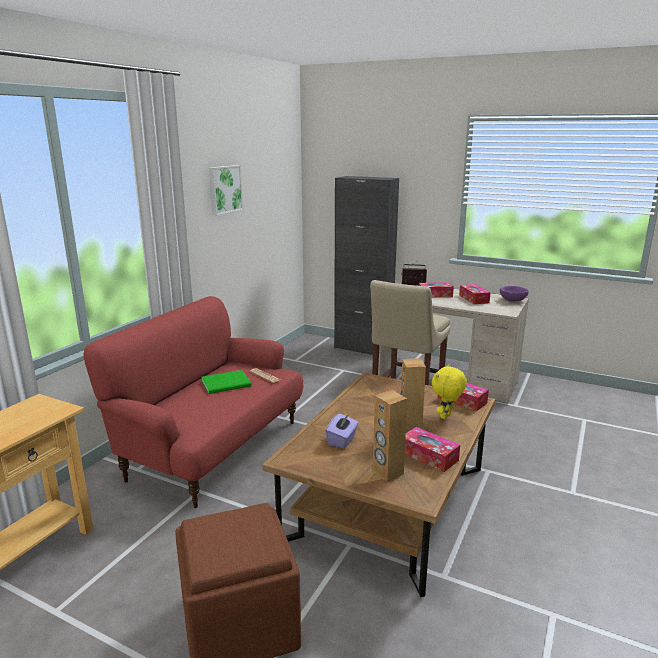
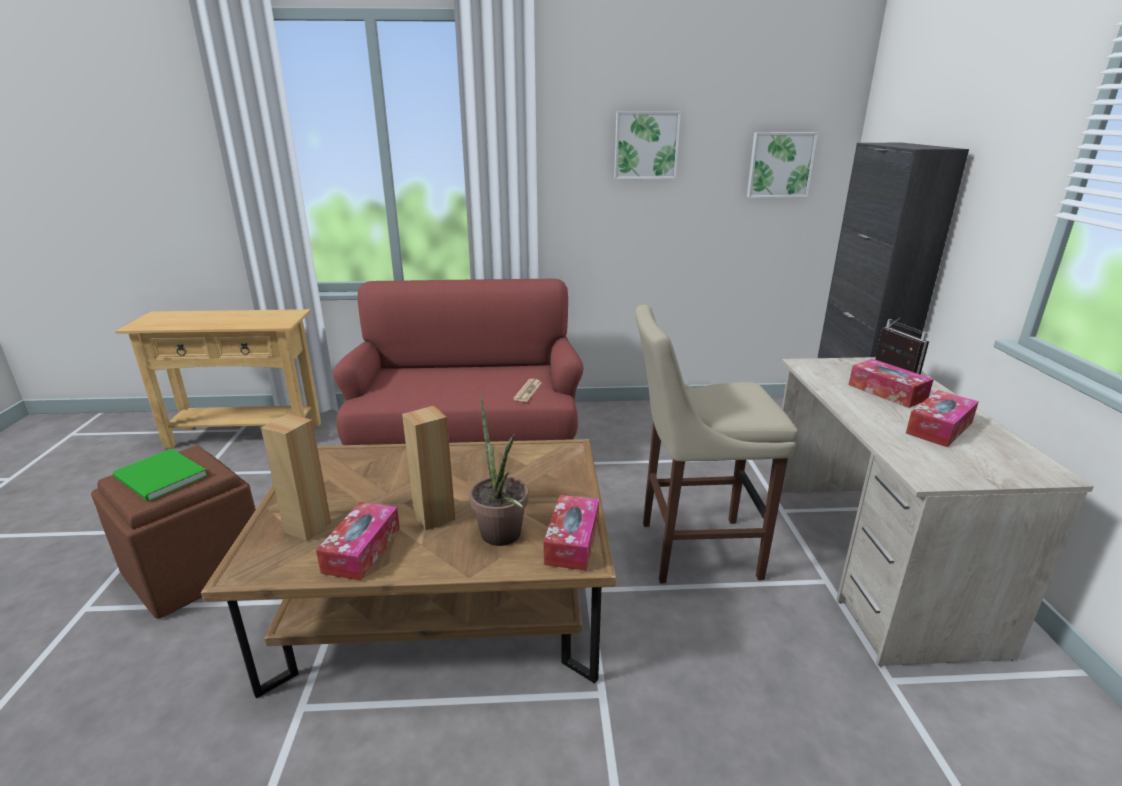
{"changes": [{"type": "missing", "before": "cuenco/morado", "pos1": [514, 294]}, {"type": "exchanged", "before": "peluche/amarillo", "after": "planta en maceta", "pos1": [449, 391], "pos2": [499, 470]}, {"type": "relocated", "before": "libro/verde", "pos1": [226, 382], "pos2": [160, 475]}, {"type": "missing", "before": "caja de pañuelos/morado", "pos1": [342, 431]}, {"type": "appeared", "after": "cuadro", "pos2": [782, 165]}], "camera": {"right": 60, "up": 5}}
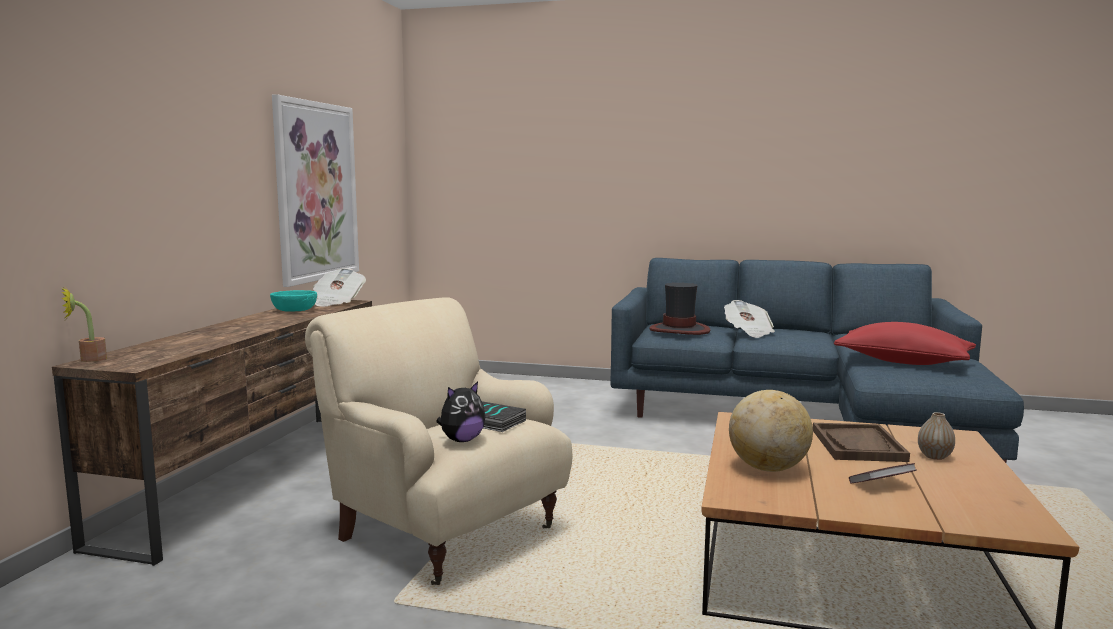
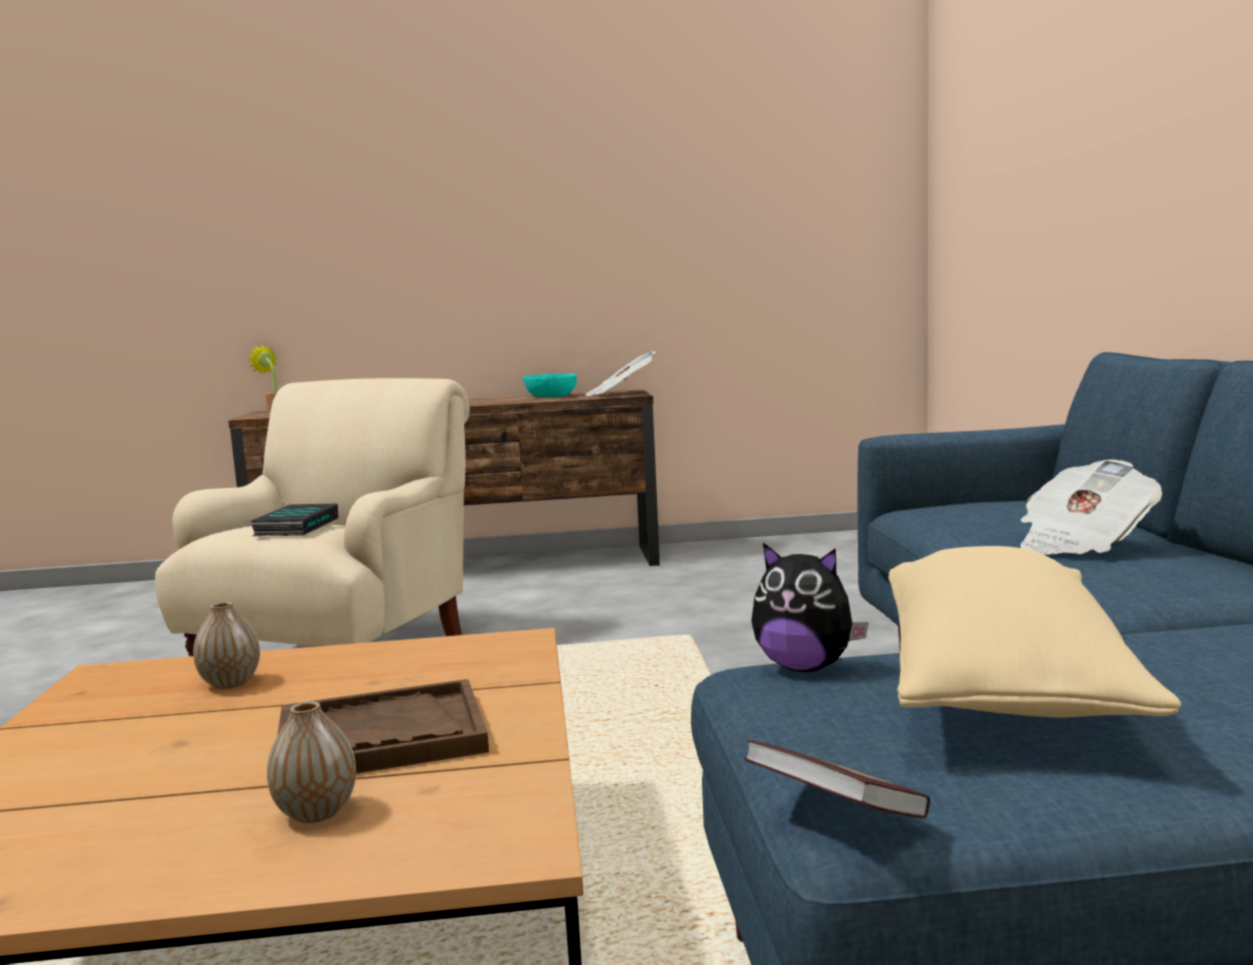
{"changes": [{"type": "missing", "before": "cuadro", "pos1": [315, 190]}, {"type": "missing", "before": "sombrero", "pos1": [680, 309]}, {"type": "colour", "before": "cojín/rojo", "after": "cojín/beis", "pos1": [905, 343], "pos2": [1034, 632]}, {"type": "relocated", "before": "peluche", "pos1": [460, 411], "pos2": [810, 607]}, {"type": "exchanged", "before": "globo terráqueo", "after": "florero", "pos1": [771, 431], "pos2": [226, 645]}, {"type": "relocated", "before": "libro", "pos1": [883, 473], "pos2": [837, 779]}], "camera": {"right": 70, "up": 0}}
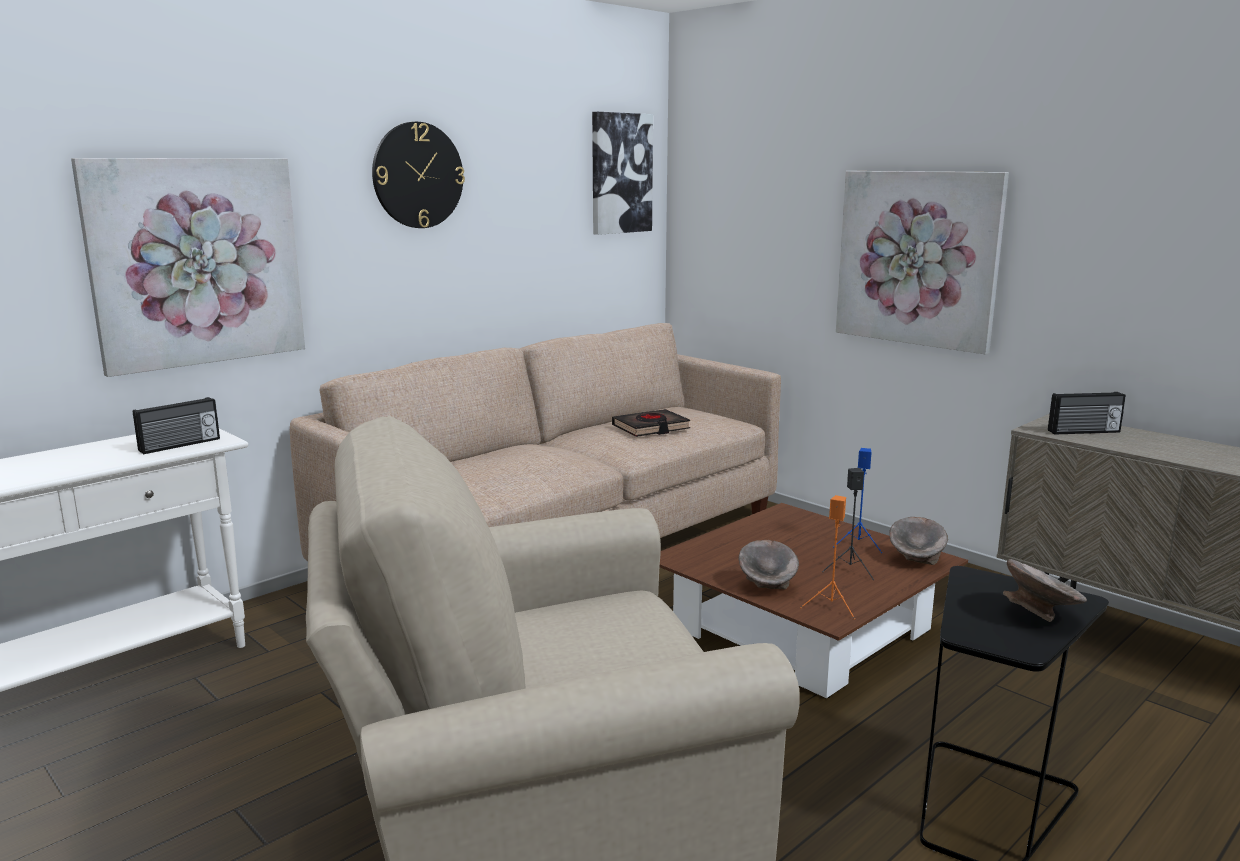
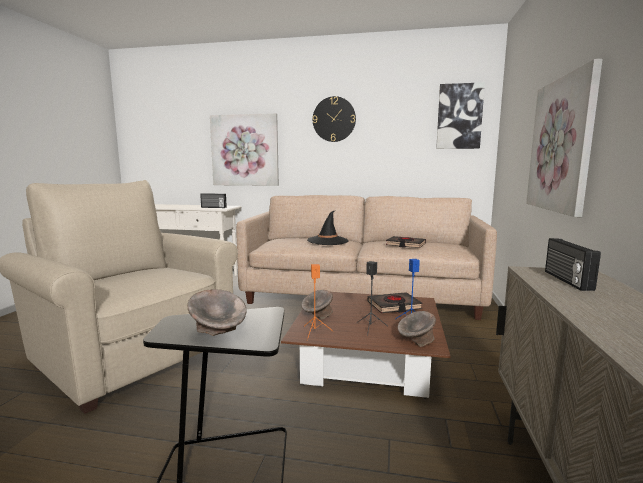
{"changes": [{"type": "spun", "before": "radio", "pos1": [1087, 413], "pos2": [573, 264], "turn": 45}, {"type": "appeared", "after": "sombrero/negro", "pos2": [327, 228]}, {"type": "appeared", "after": "libro/negro", "pos2": [395, 302]}], "camera": {"right": 55, "up": -5}}
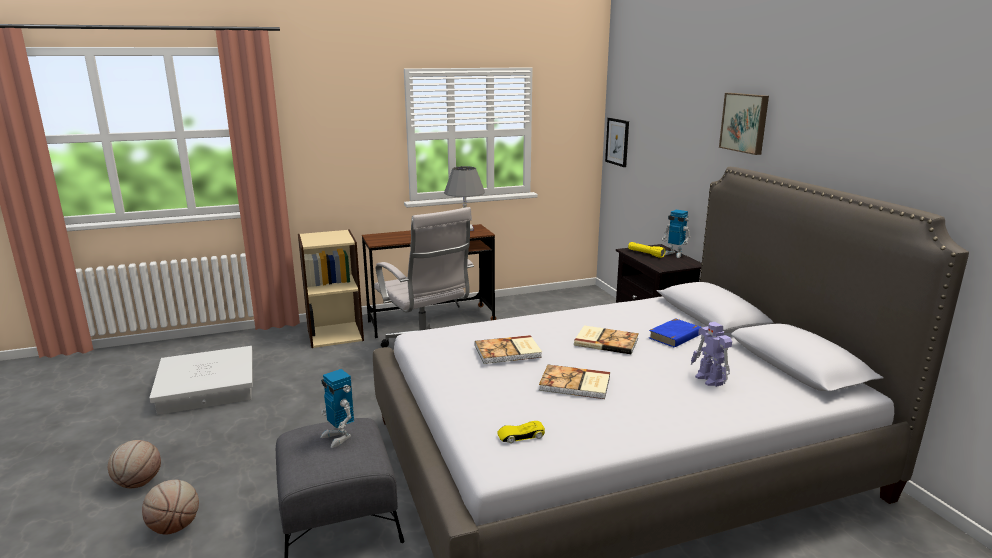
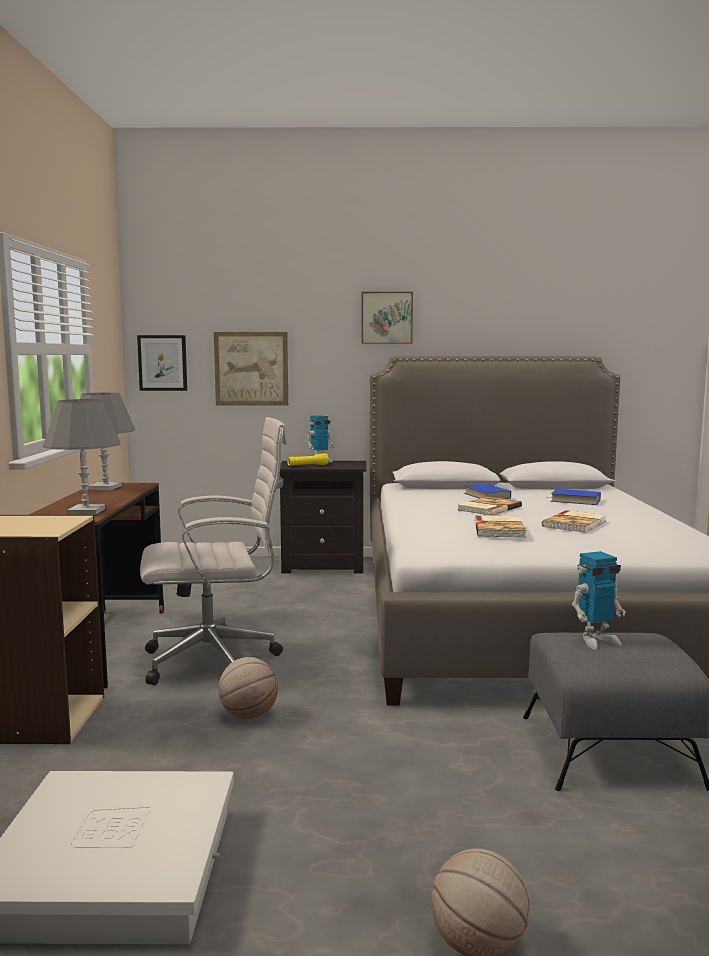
{"changes": [{"type": "exchanged", "before": "robot de juguete", "after": "libro/azul", "pos1": [711, 354], "pos2": [574, 497]}, {"type": "missing", "before": "coche de juguete/amarillo", "pos1": [521, 432]}, {"type": "relocated", "before": "balón de baloncesto", "pos1": [170, 507], "pos2": [248, 688]}, {"type": "appeared", "after": "cuadro", "pos2": [251, 369]}, {"type": "appeared", "after": "lámpara de mesa/gris", "pos2": [81, 457]}], "camera": {"right": -70, "up": -10}}
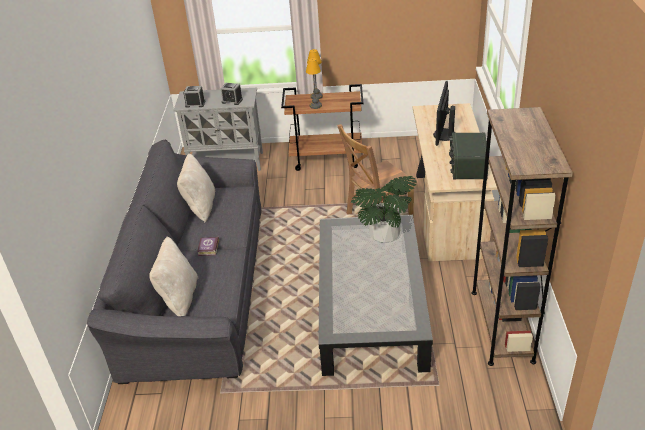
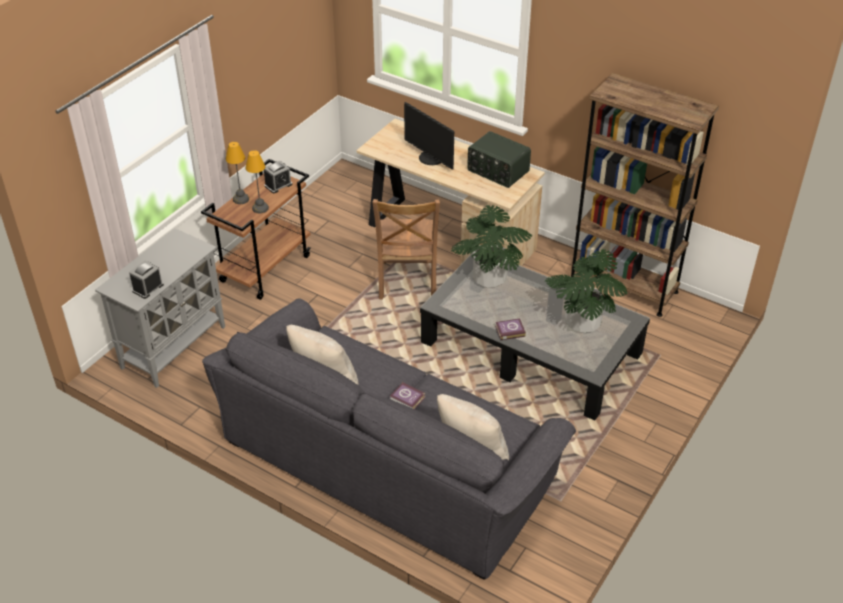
{"changes": [{"type": "relocated", "before": "despertador", "pos1": [232, 94], "pos2": [278, 177]}, {"type": "appeared", "after": "planta en maceta", "pos2": [586, 291]}, {"type": "appeared", "after": "libro", "pos2": [510, 329]}], "camera": {"right": -60, "up": 5}}
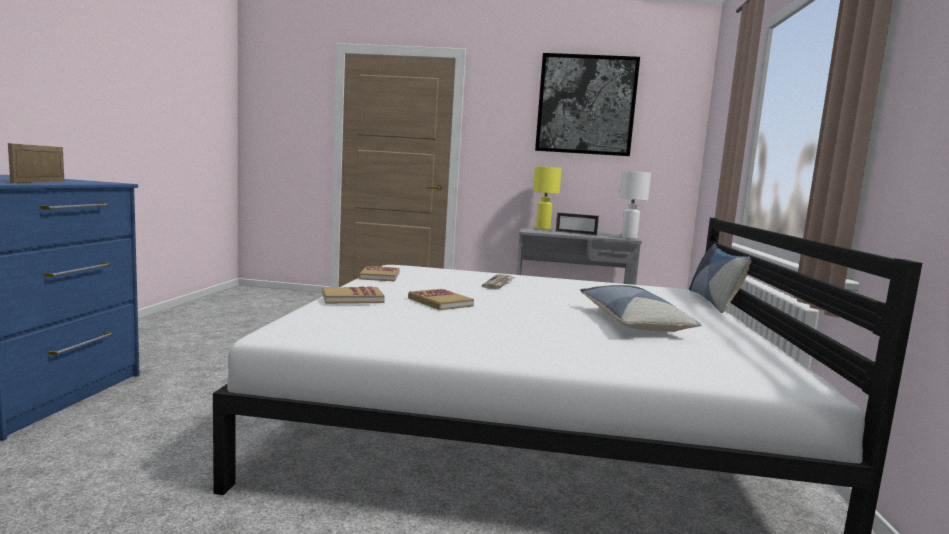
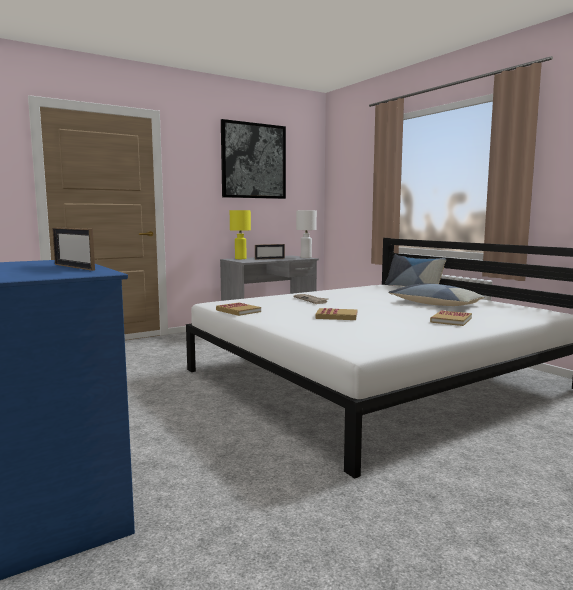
{"changes": [{"type": "relocated", "before": "libro", "pos1": [353, 295], "pos2": [451, 318]}], "camera": {"right": -40, "up": 0}}
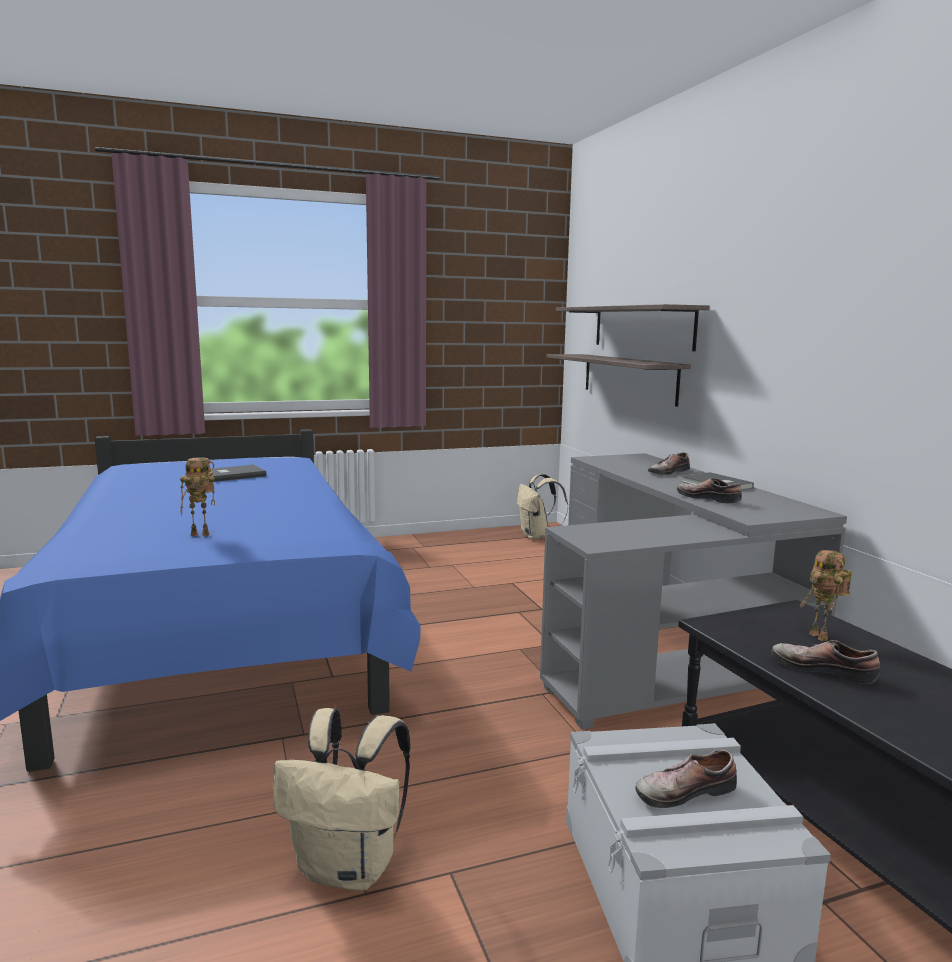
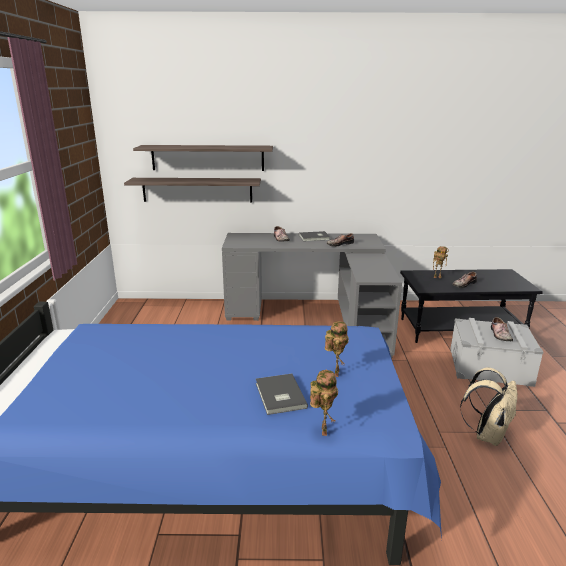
{"changes": [{"type": "relocated", "before": "libro/gris", "pos1": [238, 473], "pos2": [282, 394]}, {"type": "missing", "before": "mochila/beis", "pos1": [542, 506]}, {"type": "appeared", "after": "robot de juguete", "pos2": [324, 402]}], "camera": {"right": -70, "up": 10}}
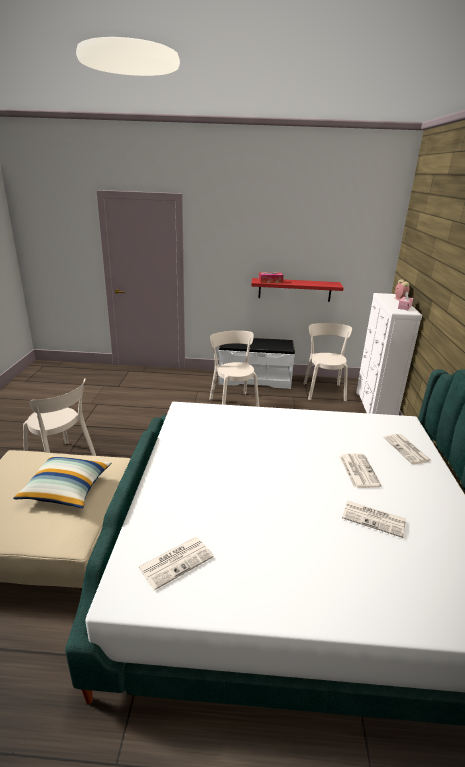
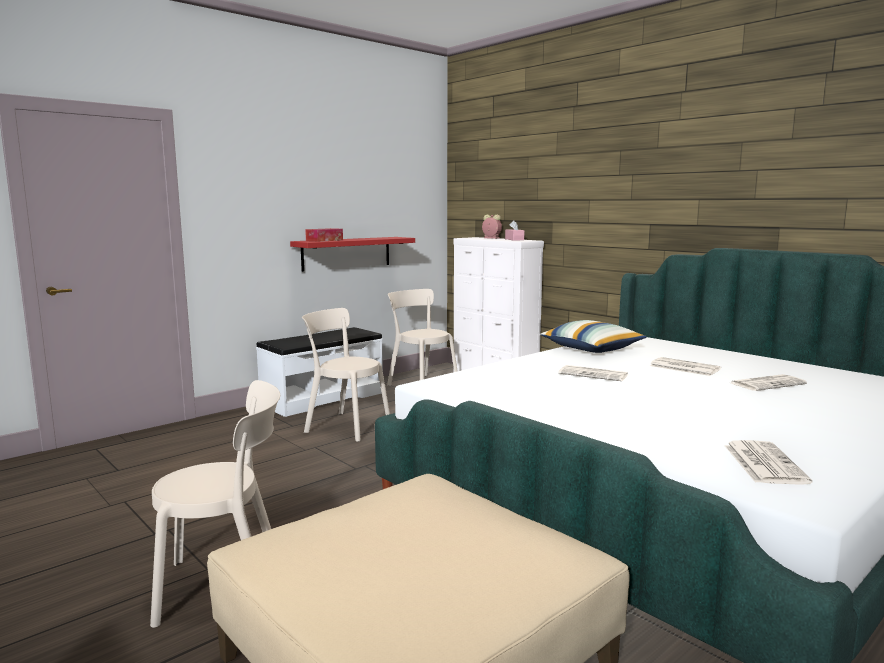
{"changes": [{"type": "relocated", "before": "periódico", "pos1": [407, 449], "pos2": [593, 373]}, {"type": "relocated", "before": "cojín", "pos1": [62, 481], "pos2": [593, 336]}], "camera": {"right": -45, "up": -15}}
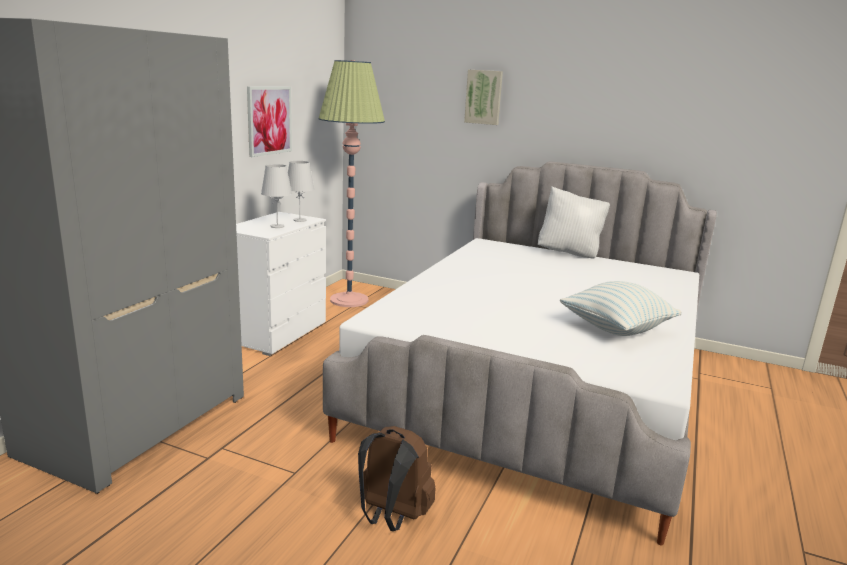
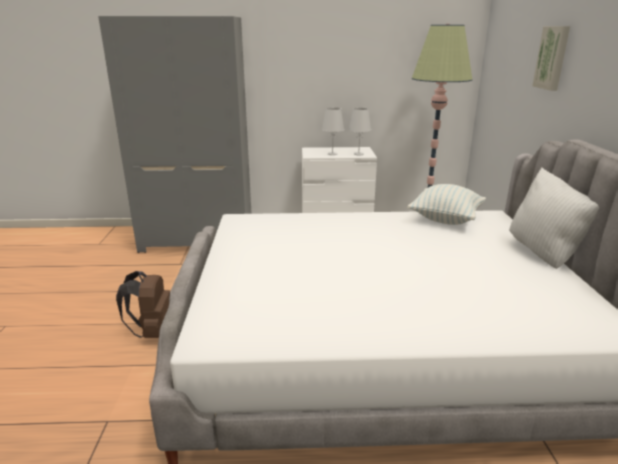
{"changes": [{"type": "missing", "before": "cuadro", "pos1": [269, 122]}, {"type": "relocated", "before": "cojín", "pos1": [621, 308], "pos2": [446, 204]}], "camera": {"right": 65, "up": 5}}
